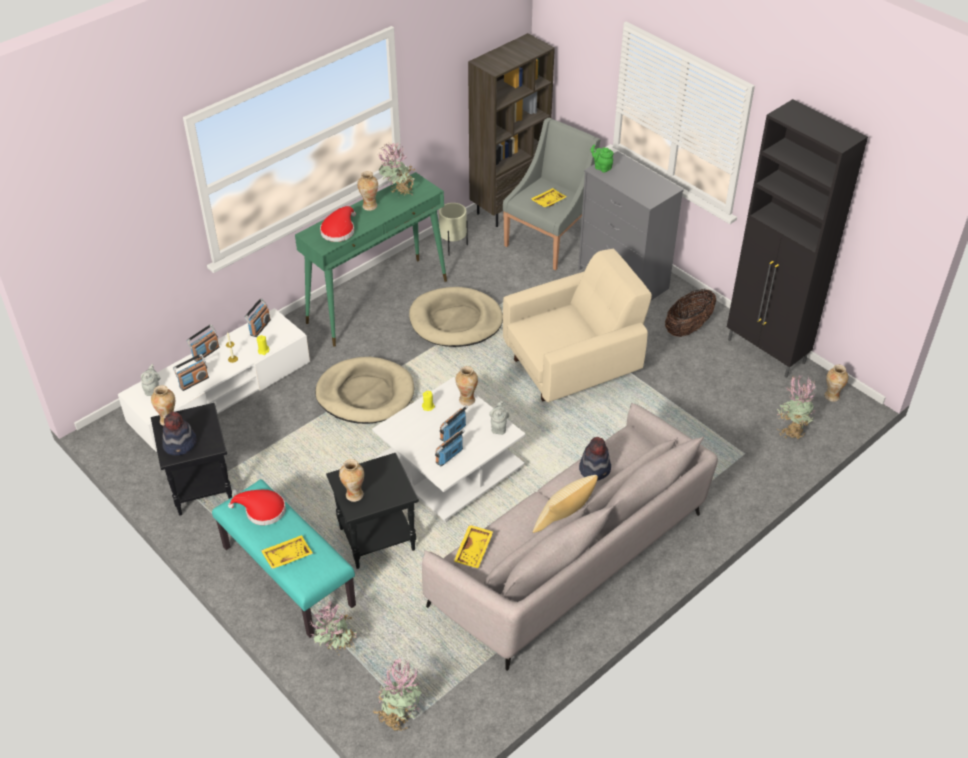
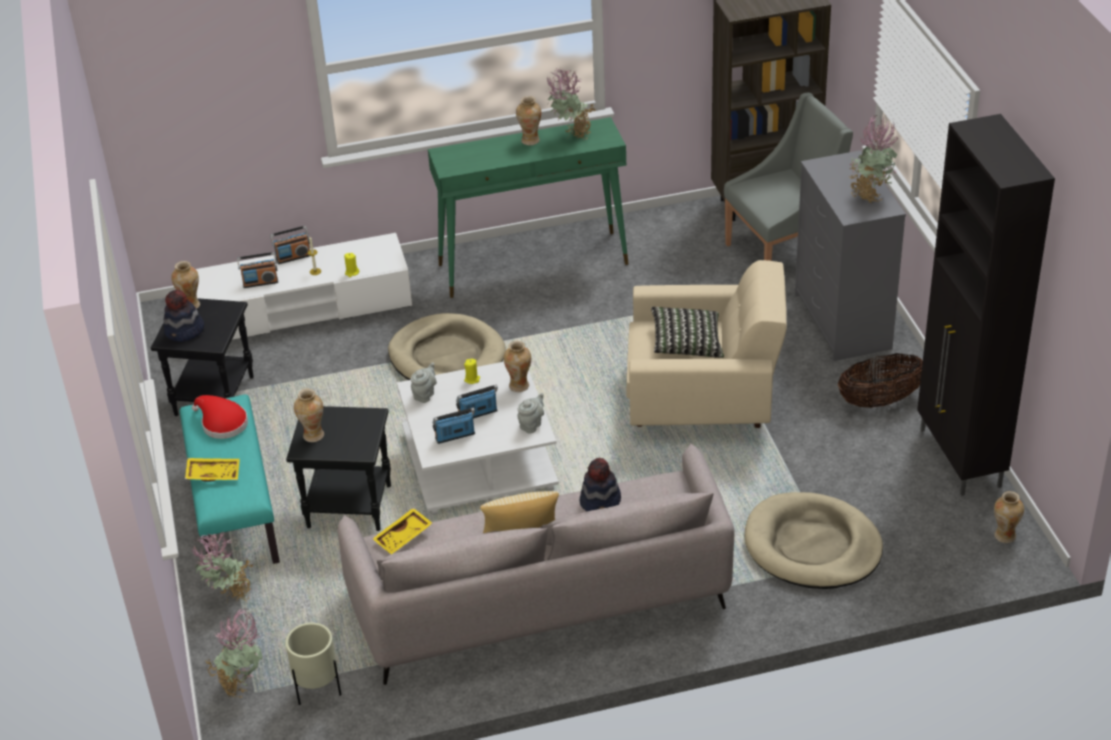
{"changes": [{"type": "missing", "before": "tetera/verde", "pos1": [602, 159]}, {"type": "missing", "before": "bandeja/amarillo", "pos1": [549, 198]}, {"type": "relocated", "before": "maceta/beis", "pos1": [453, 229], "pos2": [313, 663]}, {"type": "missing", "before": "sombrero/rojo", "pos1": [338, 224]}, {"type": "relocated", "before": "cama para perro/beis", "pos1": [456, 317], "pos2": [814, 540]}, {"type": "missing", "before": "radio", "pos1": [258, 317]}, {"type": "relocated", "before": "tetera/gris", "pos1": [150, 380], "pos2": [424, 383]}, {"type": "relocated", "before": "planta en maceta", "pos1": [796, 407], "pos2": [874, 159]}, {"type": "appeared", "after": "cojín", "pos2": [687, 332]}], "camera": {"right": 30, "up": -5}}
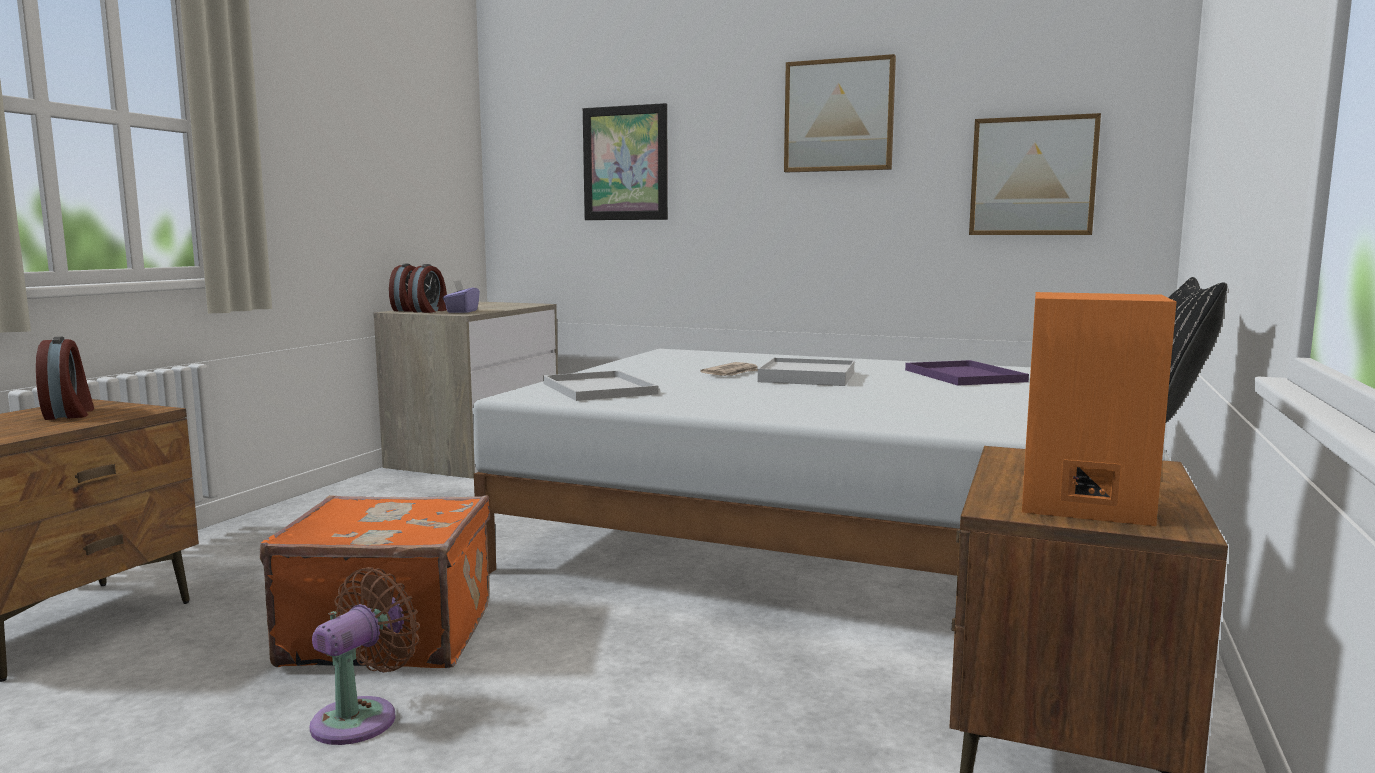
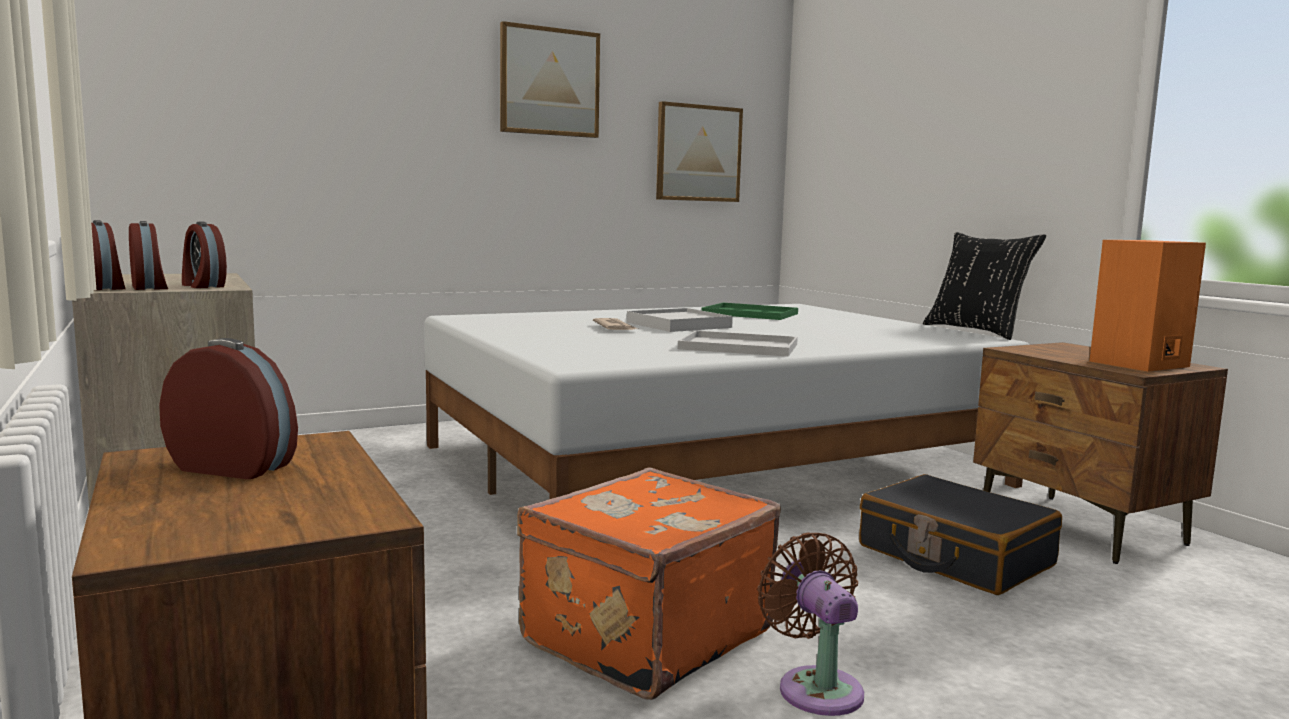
{"changes": [{"type": "missing", "before": "cuadro", "pos1": [625, 161]}, {"type": "exchanged", "before": "caja de pañuelos/morado", "after": "despertador", "pos1": [461, 296], "pos2": [204, 255]}, {"type": "colour", "before": "bandeja/morado", "after": "bandeja/verde", "pos1": [967, 373], "pos2": [750, 311]}, {"type": "relocated", "before": "bandeja/blanco", "pos1": [601, 385], "pos2": [738, 343]}, {"type": "appeared", "after": "maleta/negro", "pos2": [960, 534]}], "camera": {"right": -50, "up": 0}}
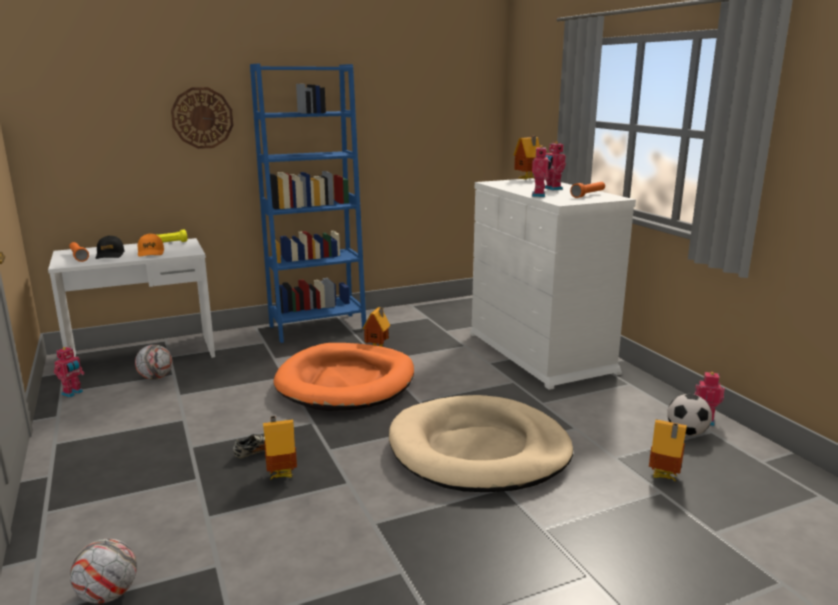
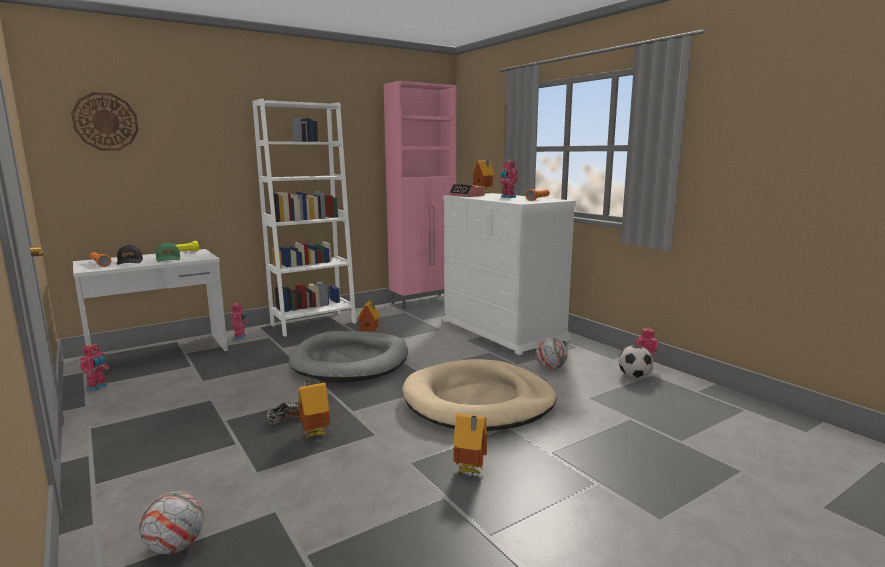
{"changes": [{"type": "colour", "before": "estantería/azul", "after": "estantería/blanco", "pos1": [308, 203], "pos2": [304, 218]}, {"type": "relocated", "before": "reloj de pared", "pos1": [202, 118], "pos2": [105, 121]}, {"type": "relocated", "before": "robot de juguete", "pos1": [541, 171], "pos2": [239, 321]}, {"type": "colour", "before": "gorra/naranja", "after": "gorra/verde", "pos1": [151, 245], "pos2": [168, 252]}, {"type": "colour", "before": "cama para perro/naranja", "after": "cama para perro/gris", "pos1": [344, 377], "pos2": [348, 357]}, {"type": "relocated", "before": "balón de fútbol", "pos1": [153, 362], "pos2": [552, 354]}, {"type": "relocated", "before": "casita", "pos1": [668, 450], "pos2": [470, 444]}, {"type": "appeared", "after": "armario/rosa", "pos2": [420, 195]}, {"type": "appeared", "after": "despertador", "pos2": [466, 190]}], "camera": {"right": -10, "up": -5}}
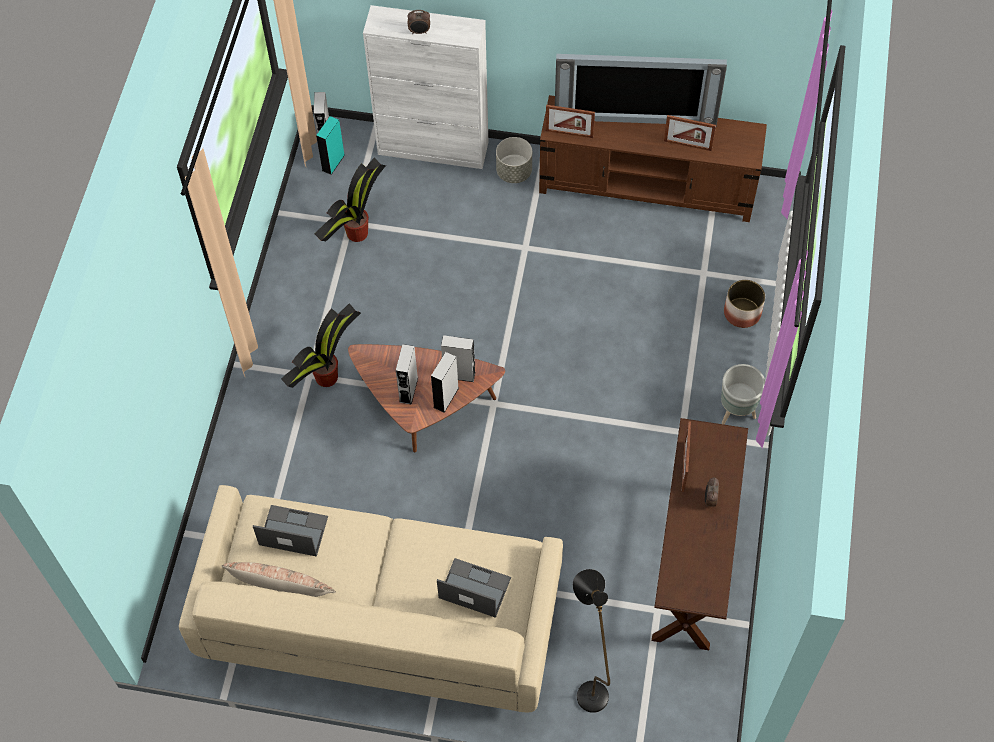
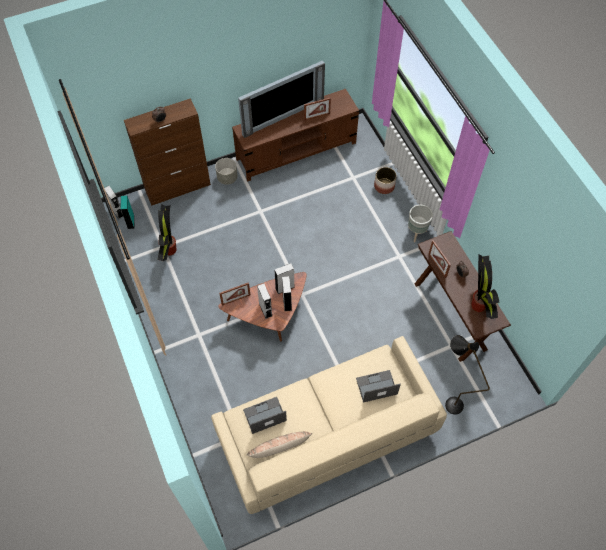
{"changes": [{"type": "colour", "before": "armario/blanco", "after": "armario/marrón", "pos1": [425, 87], "pos2": [167, 152]}, {"type": "relocated", "before": "portarretratos", "pos1": [570, 121], "pos2": [234, 294]}, {"type": "relocated", "before": "planta en maceta", "pos1": [321, 345], "pos2": [485, 286]}], "camera": {"right": -35, "up": 0}}
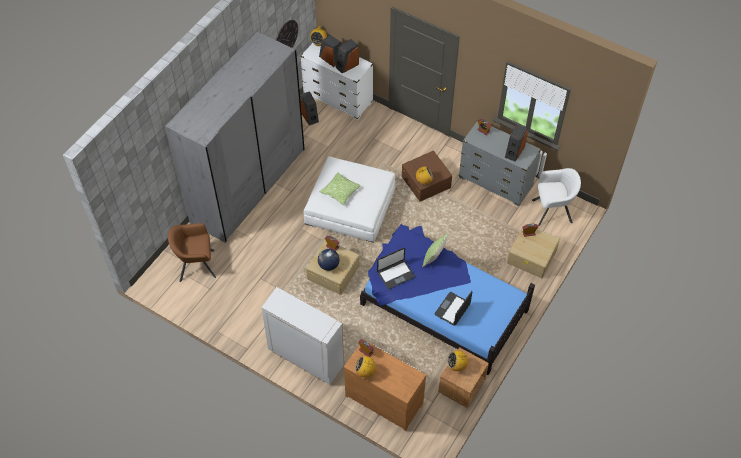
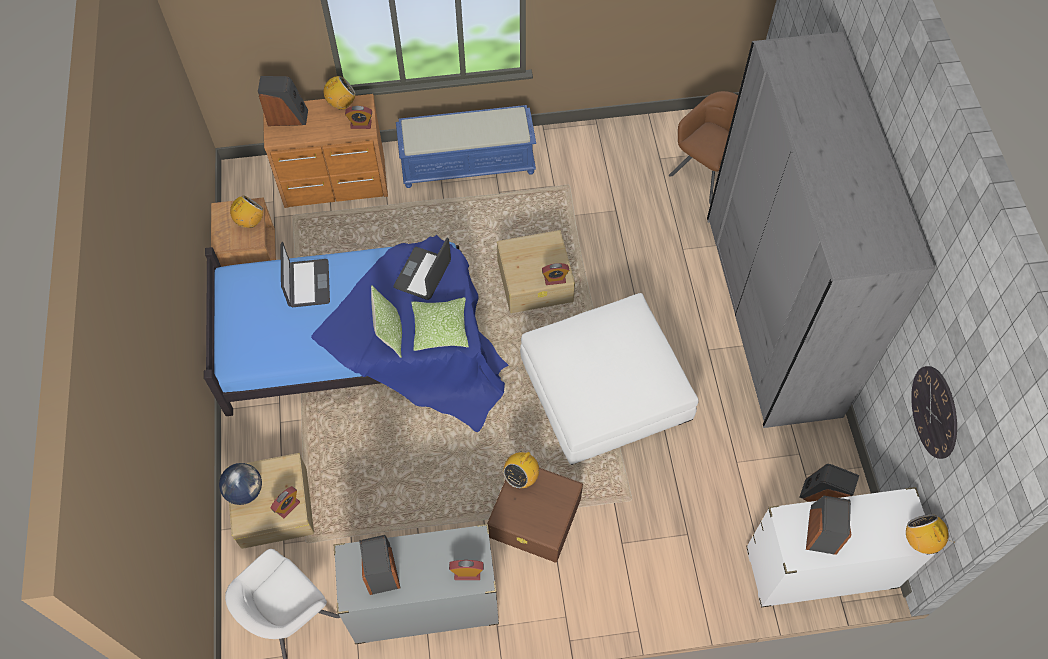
{"changes": [{"type": "relocated", "before": "altavoz", "pos1": [330, 51], "pos2": [283, 101]}, {"type": "relocated", "before": "cojín", "pos1": [340, 188], "pos2": [440, 324]}, {"type": "relocated", "before": "globo terráqueo", "pos1": [328, 260], "pos2": [240, 484]}, {"type": "exchanged", "before": "armario/blanco", "after": "banco/azul", "pos1": [303, 336], "pos2": [466, 146]}], "camera": {"right": 140, "up": 5}}
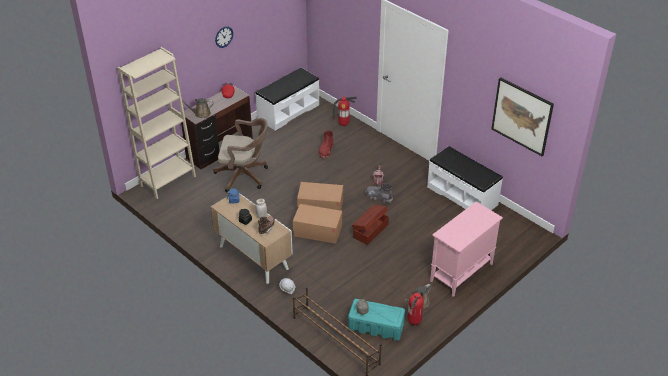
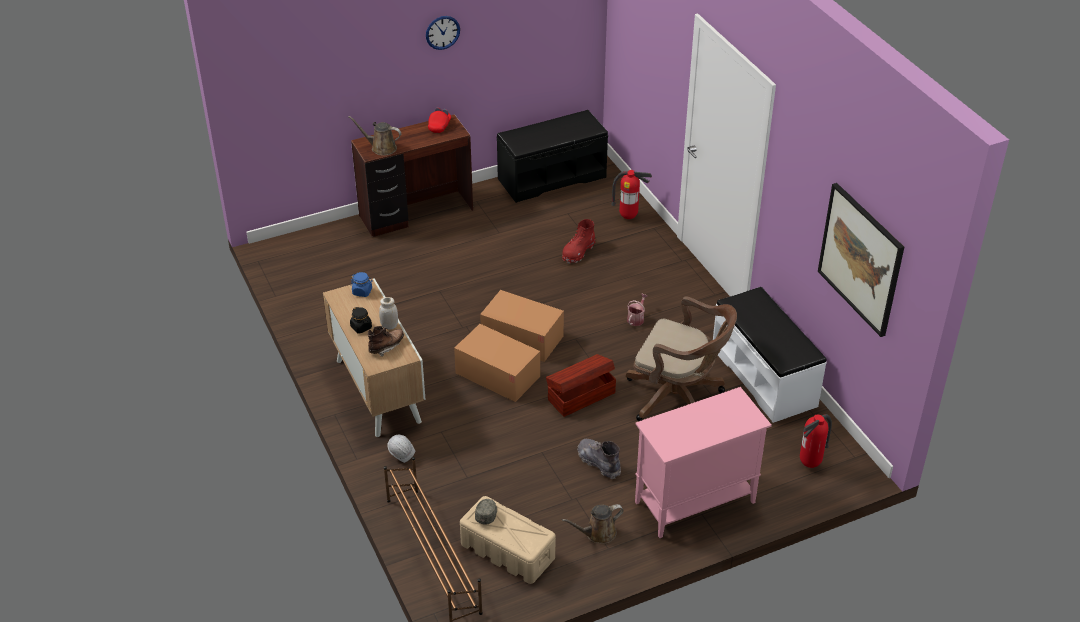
{"changes": [{"type": "missing", "before": "estantería/beis", "pos1": [157, 123]}, {"type": "colour", "before": "banco/blanco", "after": "banco/negro", "pos1": [287, 99], "pos2": [552, 156]}, {"type": "relocated", "before": "silla de oficina/marrón", "pos1": [240, 155], "pos2": [681, 358]}, {"type": "relocated", "before": "bota/gris", "pos1": [379, 193], "pos2": [599, 459]}, {"type": "relocated", "before": "extintor", "pos1": [416, 308], "pos2": [816, 441]}, {"type": "colour", "before": "caja de almacenaje/turquesa", "after": "caja de almacenaje/beis", "pos1": [376, 320], "pos2": [507, 540]}], "camera": {"right": 20, "up": 0}}
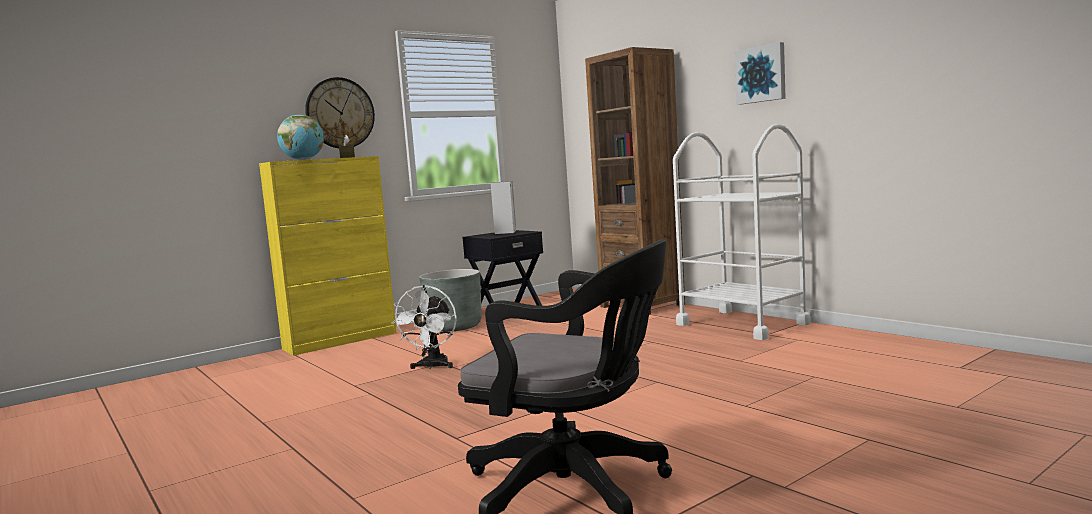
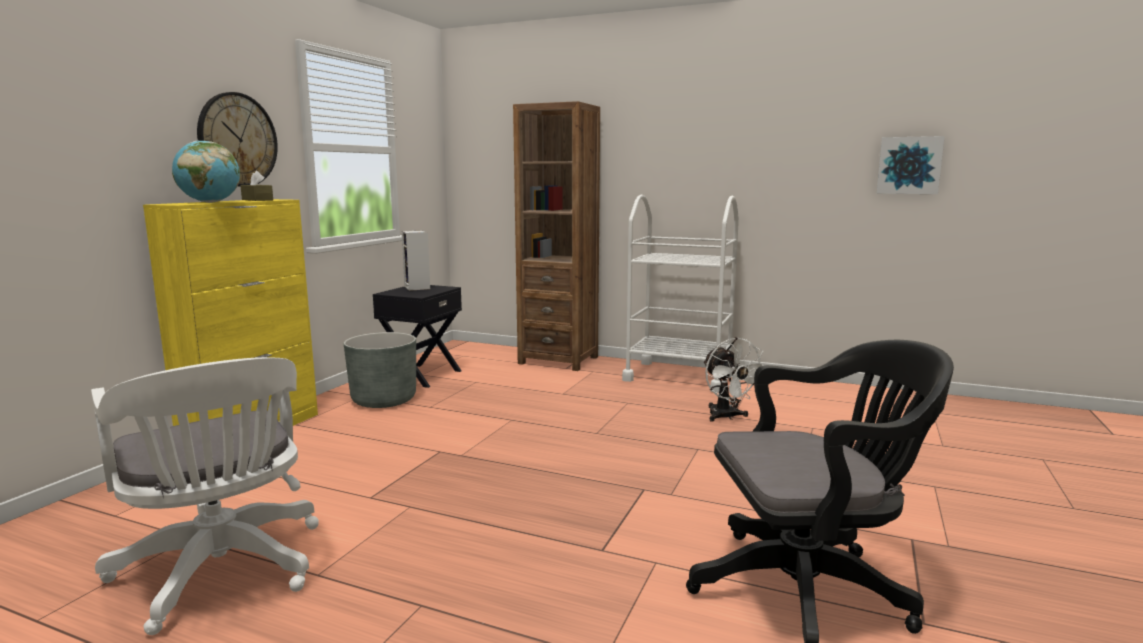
{"changes": [{"type": "relocated", "before": "cuadro", "pos1": [760, 73], "pos2": [911, 165]}, {"type": "relocated", "before": "ventilador/blanco", "pos1": [424, 327], "pos2": [733, 379]}, {"type": "appeared", "after": "silla de oficina/blanco", "pos2": [205, 496]}], "camera": {"right": -30, "up": 5}}
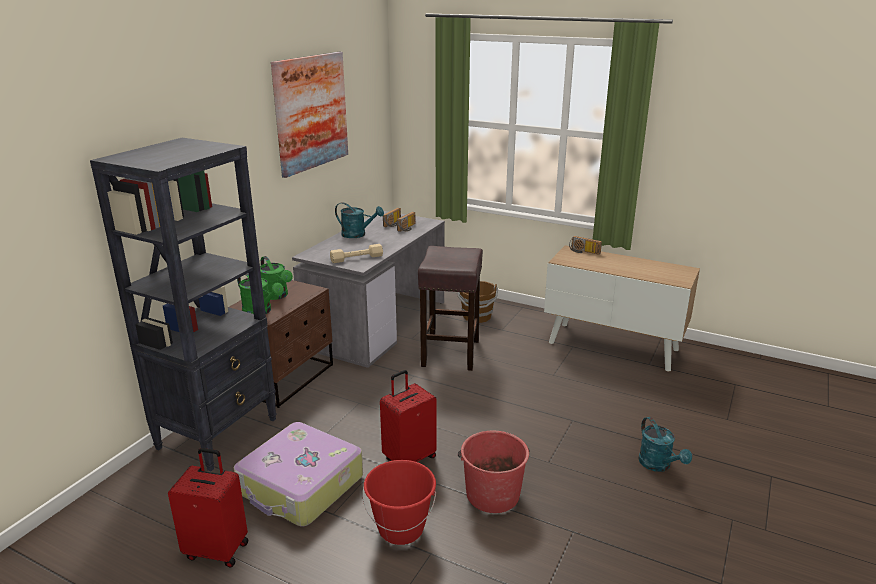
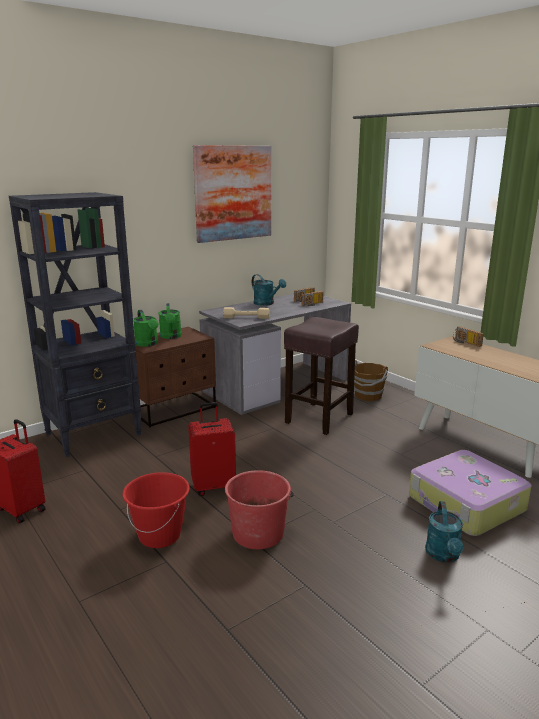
{"changes": [{"type": "relocated", "before": "maleta", "pos1": [298, 474], "pos2": [470, 493]}], "camera": {"right": 25, "up": -5}}
